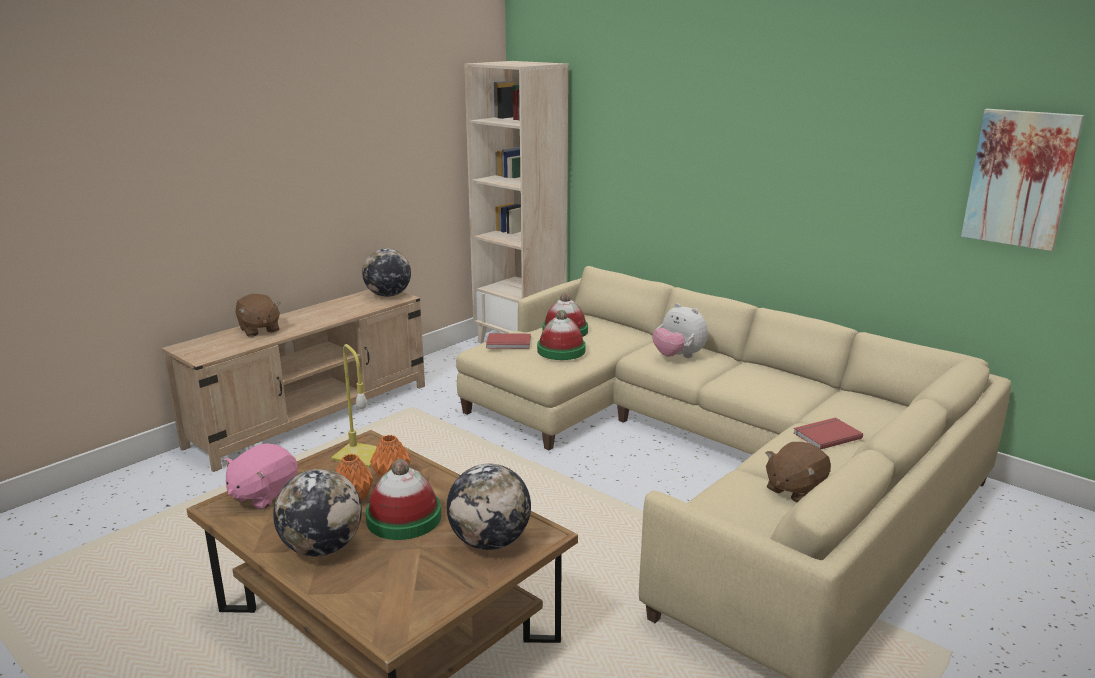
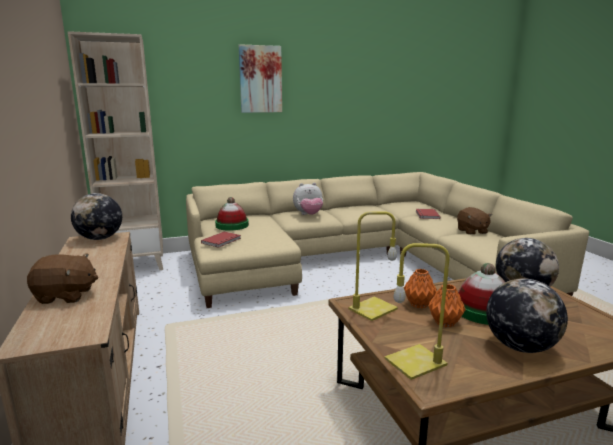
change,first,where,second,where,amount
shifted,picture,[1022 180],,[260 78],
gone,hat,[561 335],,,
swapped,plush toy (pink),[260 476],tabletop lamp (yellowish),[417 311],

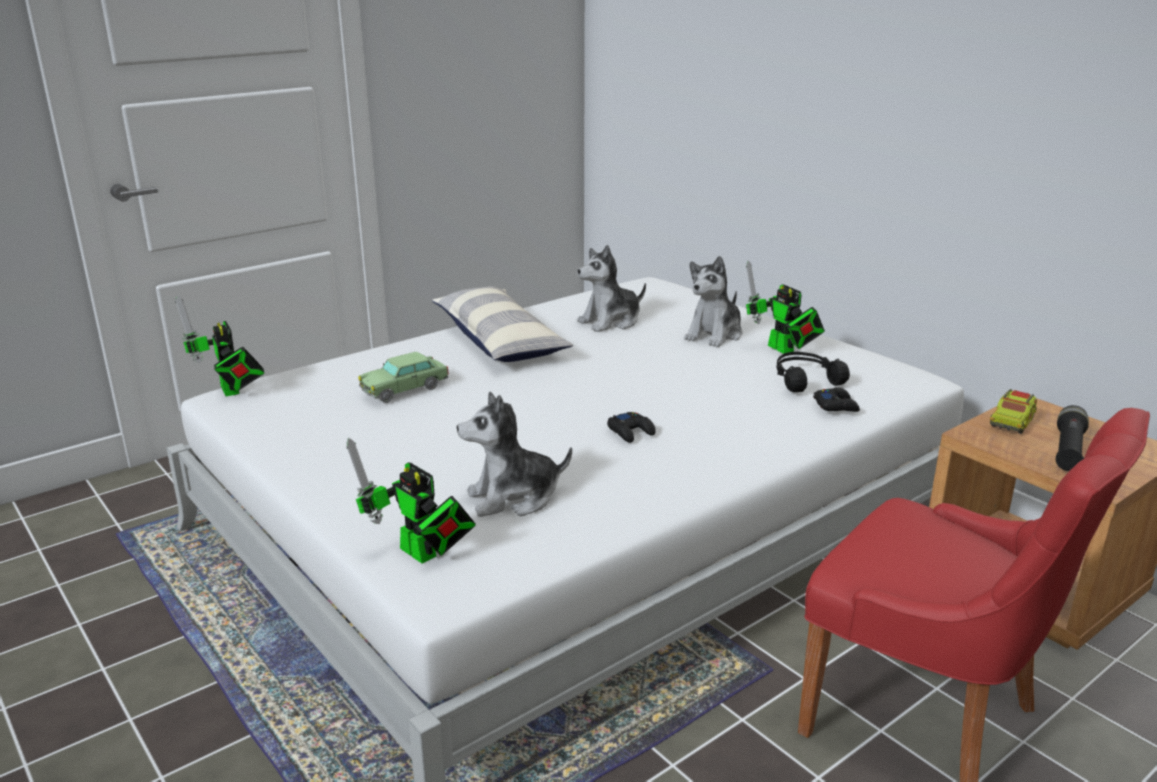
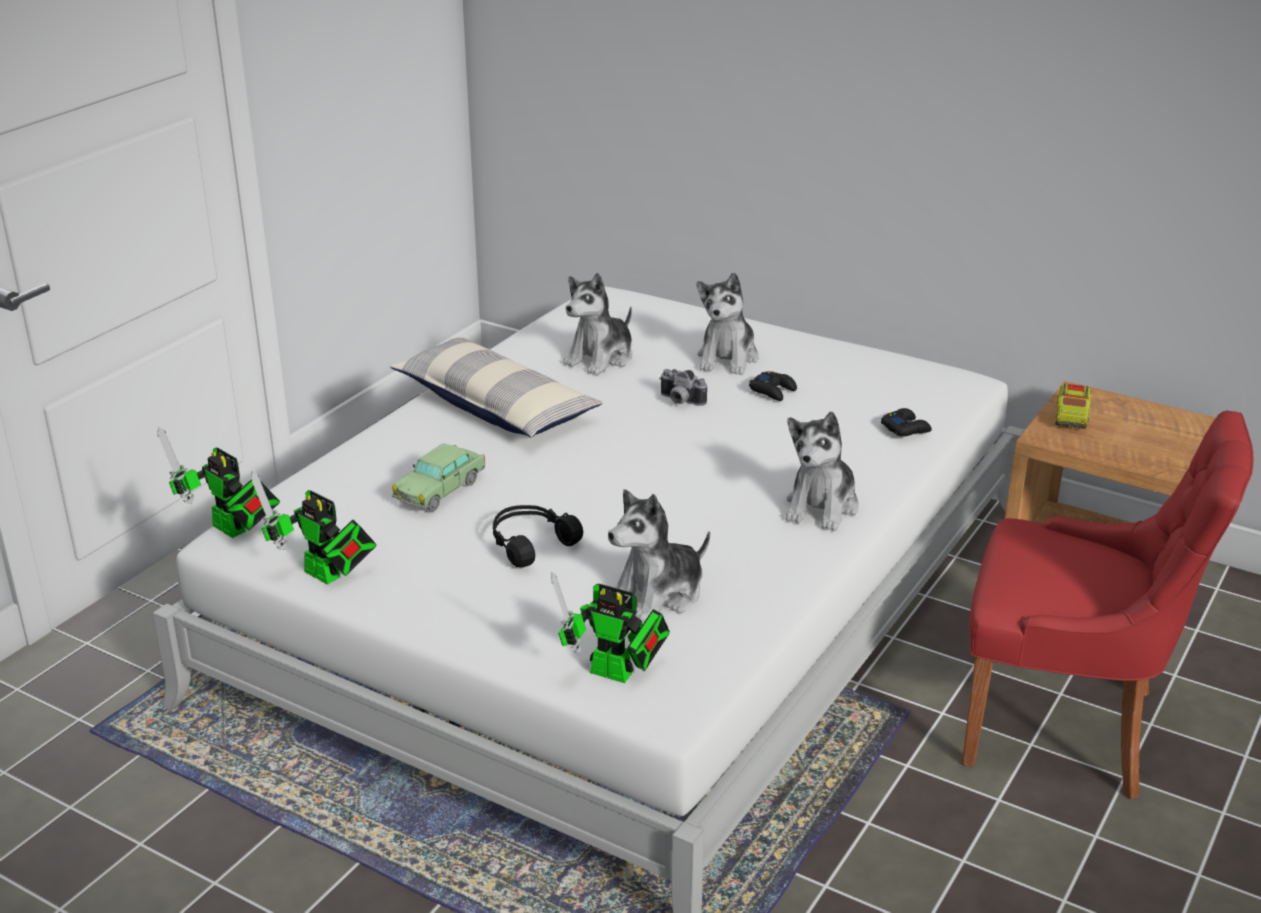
change,first,where,second,where,amount
shifted,robot figure,[785 307],,[314 528],
shifted,headset (black),[813 372],,[538 536],
gone,flashlight (black),[1072 438],,,
shifted,gamepad (black),[631 427],,[773 386],
new,,,still camera,[683 387],
new,,,plush toy,[822 471],

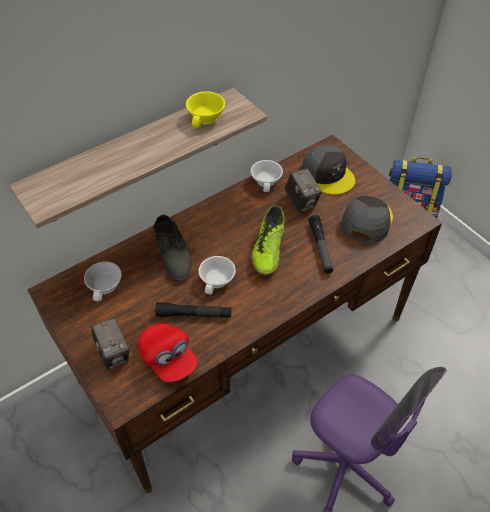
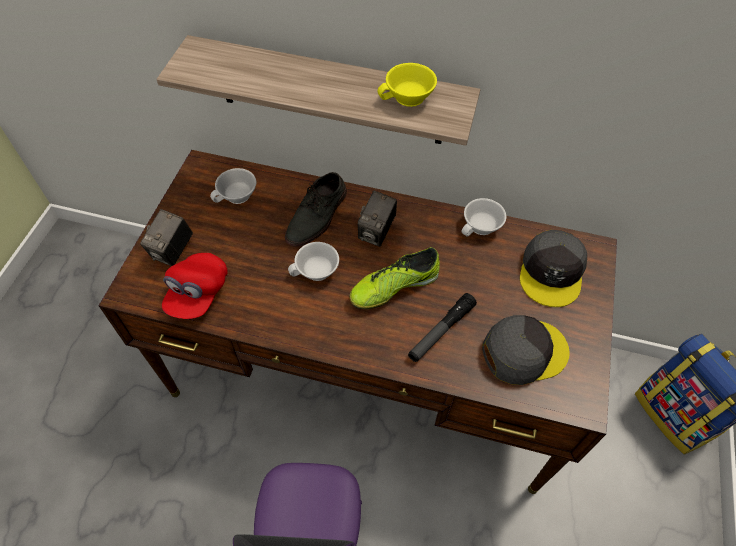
change,first,where,second,where,amount
shifted,still camera,[303 190],,[377 219],
gone,flashlight (black),[193 310],,,

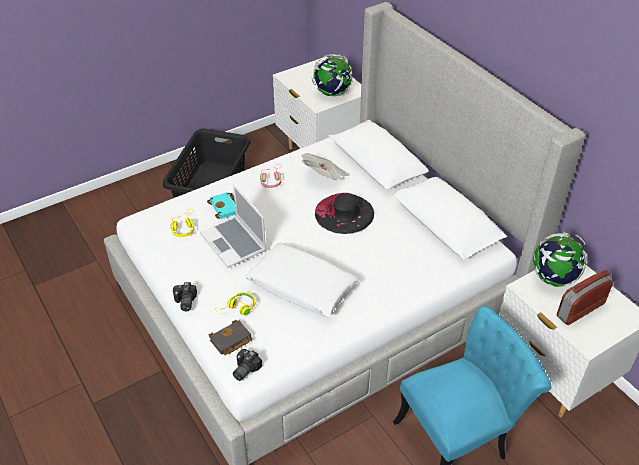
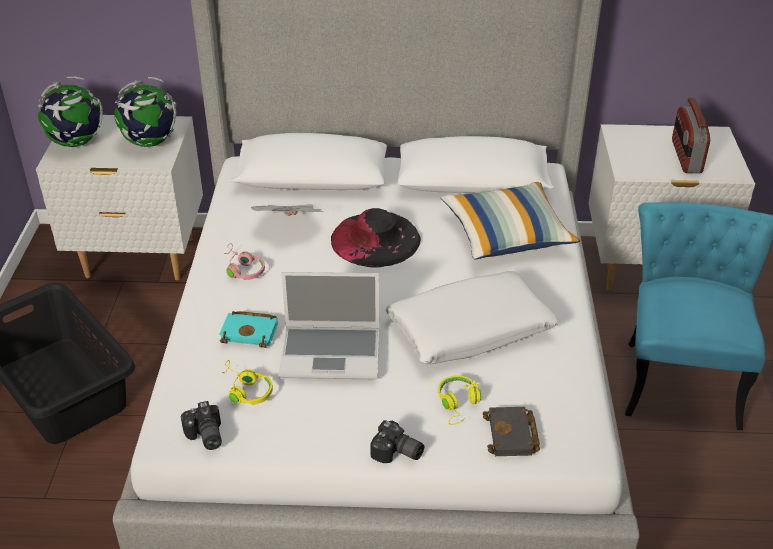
change,first,where,second,where,amount
shifted,desk globe,[560 259],,[70 112],
shifted,still camera,[247 365],,[201 425],
new,,,throw pillow,[510 221],

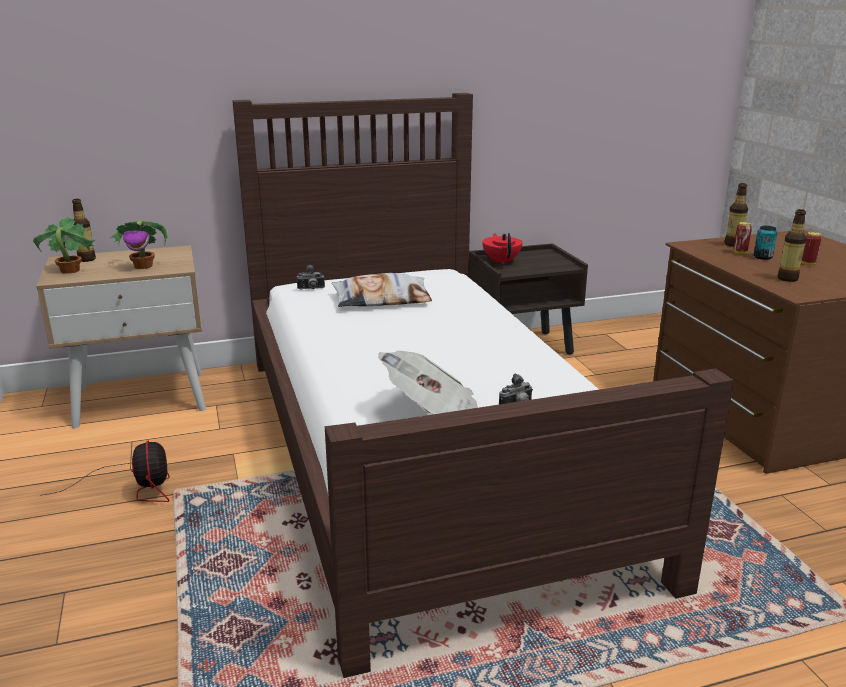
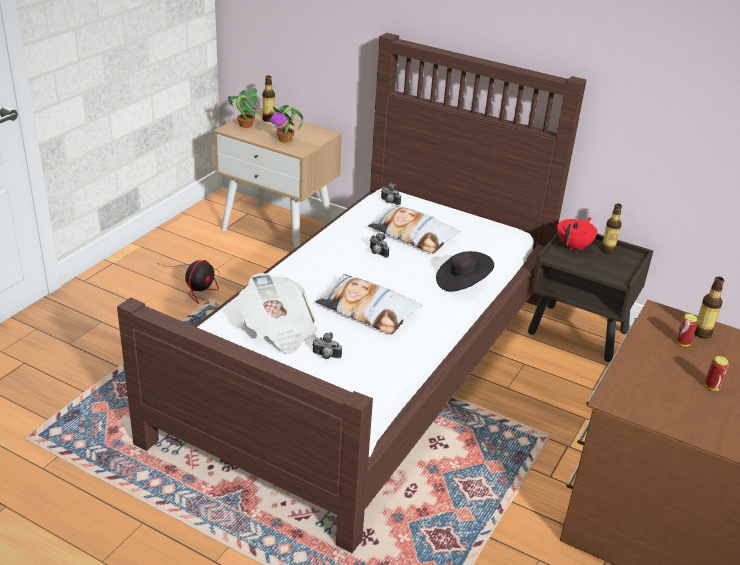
change,first,where,second,where,amount
shifted,drink bottle,[792 245],,[611 228],
gone,sealed can,[765 243],,,
new,,,still camera,[379 245],
new,,,hat (black),[465 271],
new,,,throw pillow,[369 304],

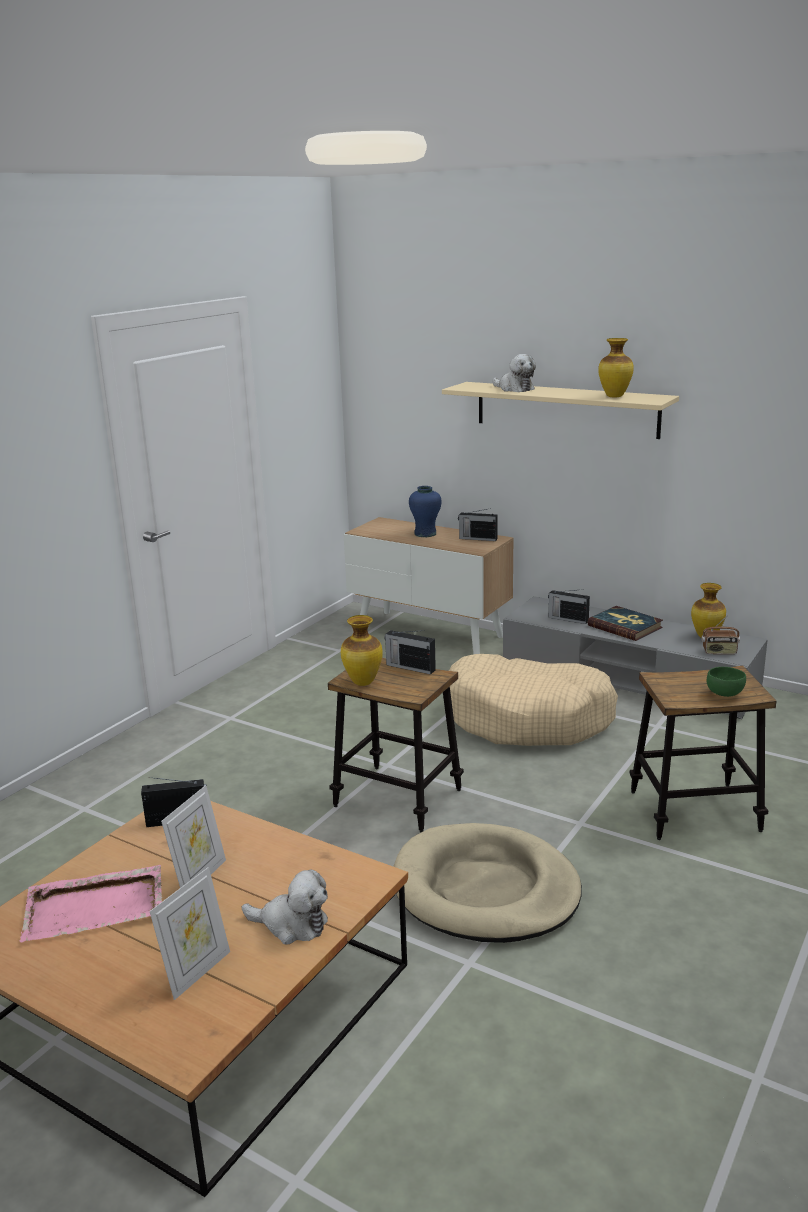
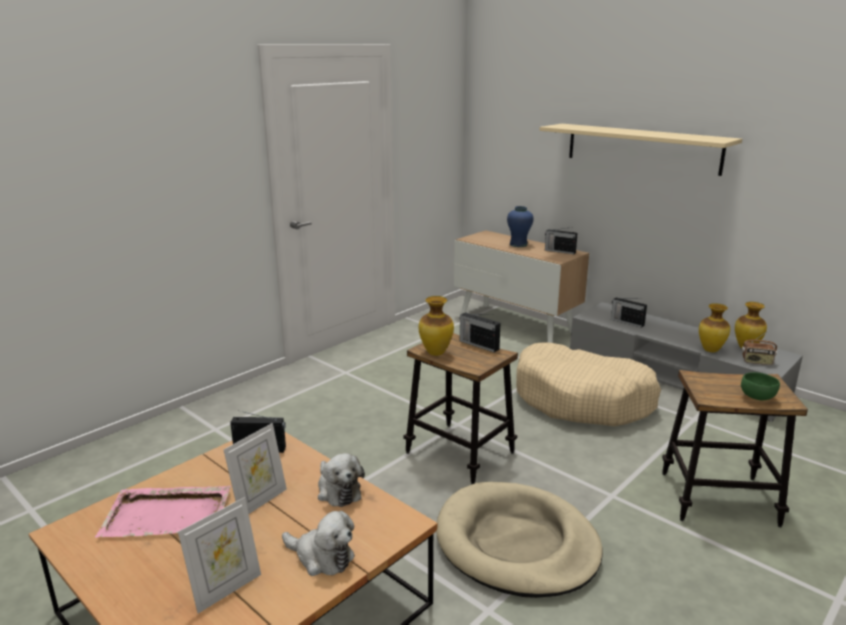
change,first,where,second,where,amount
shifted,vase,[616 368],,[714 327],
shifted,plush toy,[514 373],,[341 480],
gone,bound book,[625 623],,,

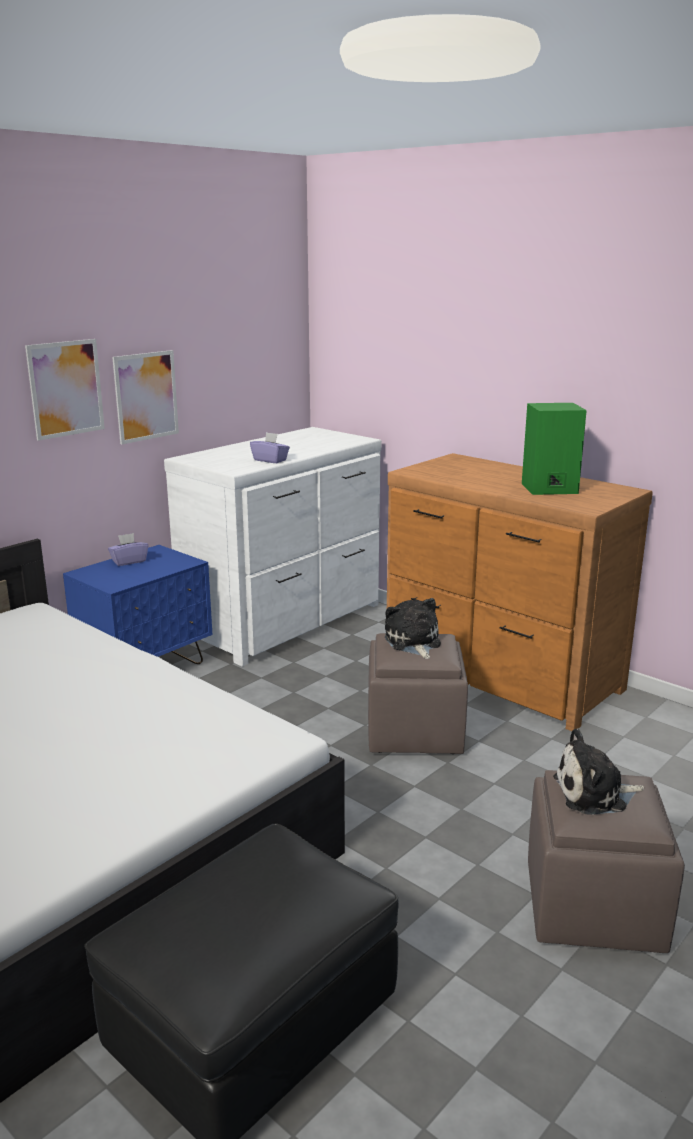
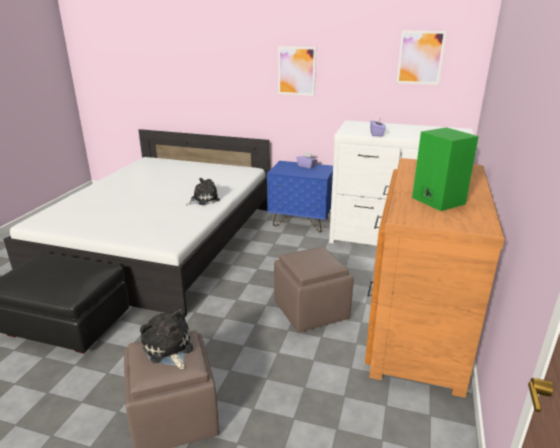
change,first,where,second,where,amount
shifted,picture,[145 397],,[421 57],
shifted,plush toy,[413 628],,[203 192],

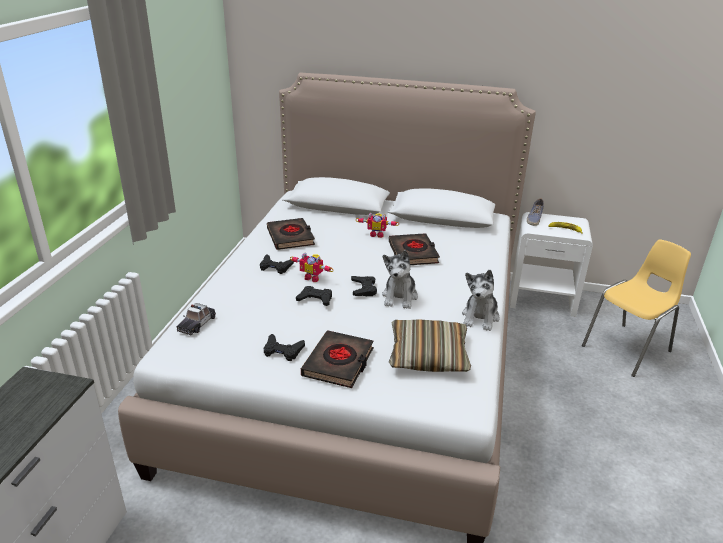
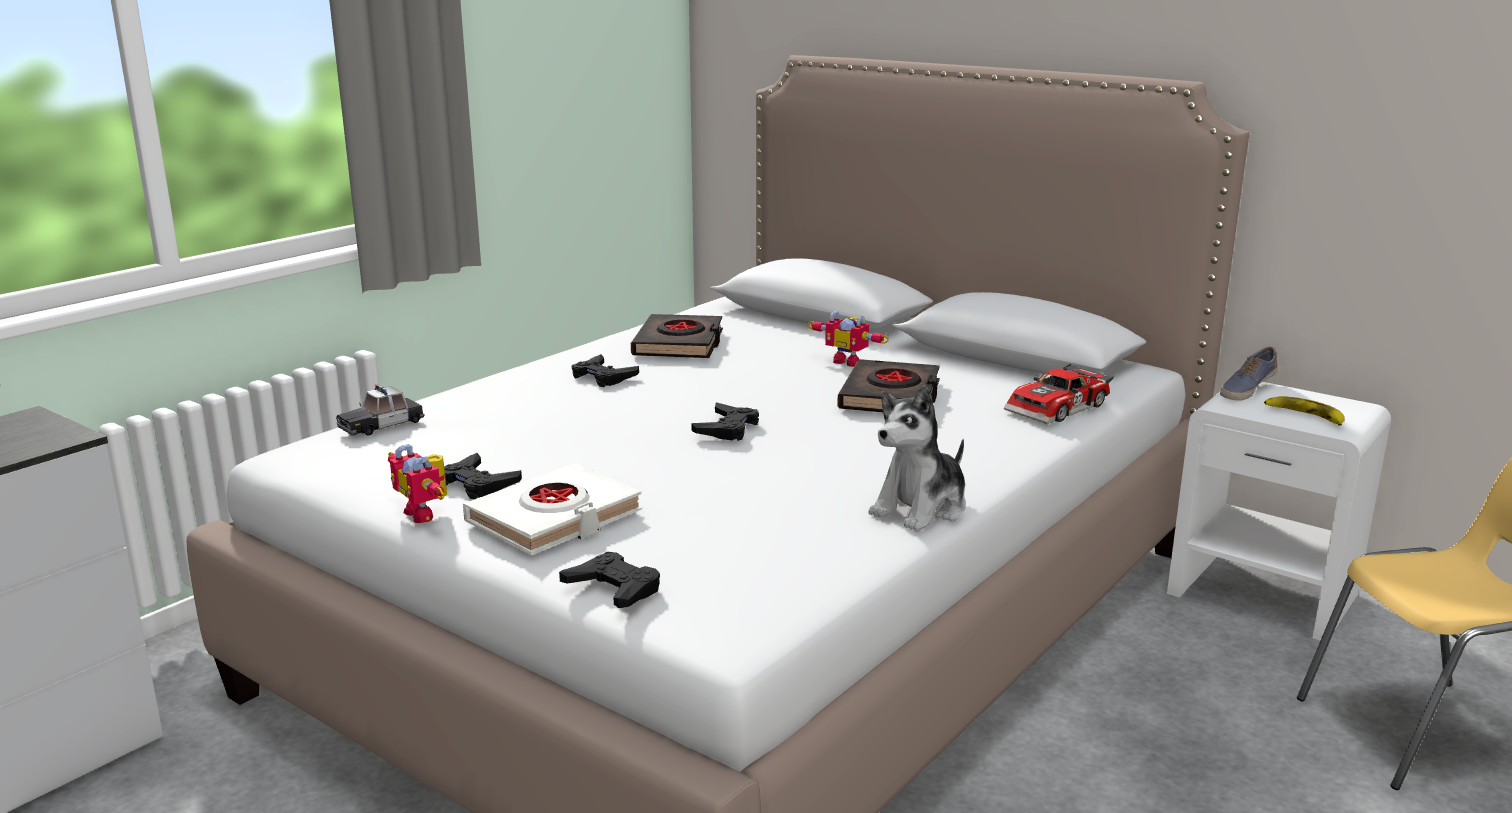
change,first,where,second,where,amount
gone,plush toy,[400 279],,,
shifted,robot figure,[312 267],,[417 483],
shifted,gamepad (black),[314 296],,[609 580],
gone,throw pillow,[430 345],,,
repainted,bound book (black),[337 359],bound book (white-coloured),[552 509],
new,,,toy car,[1059 394],

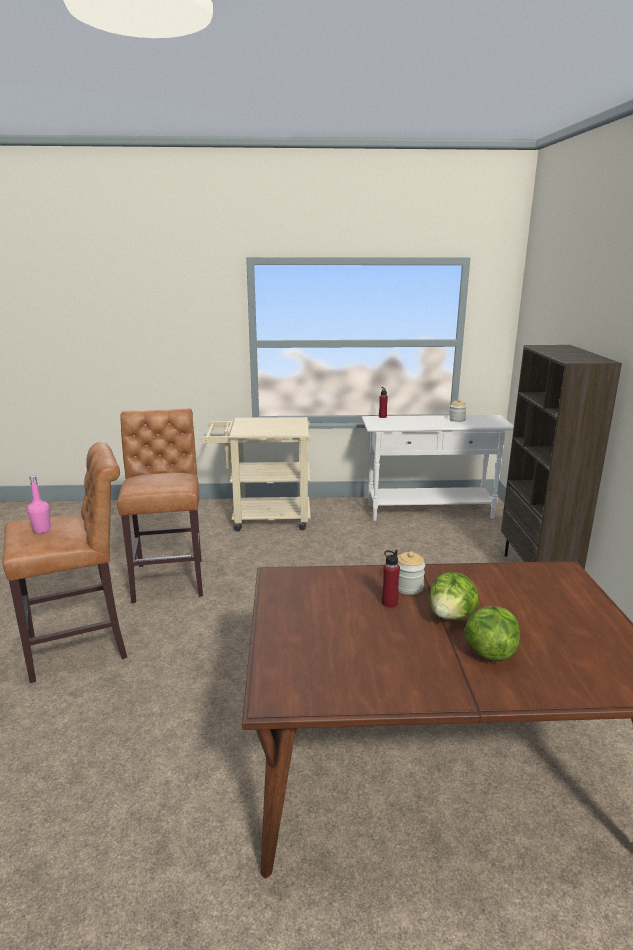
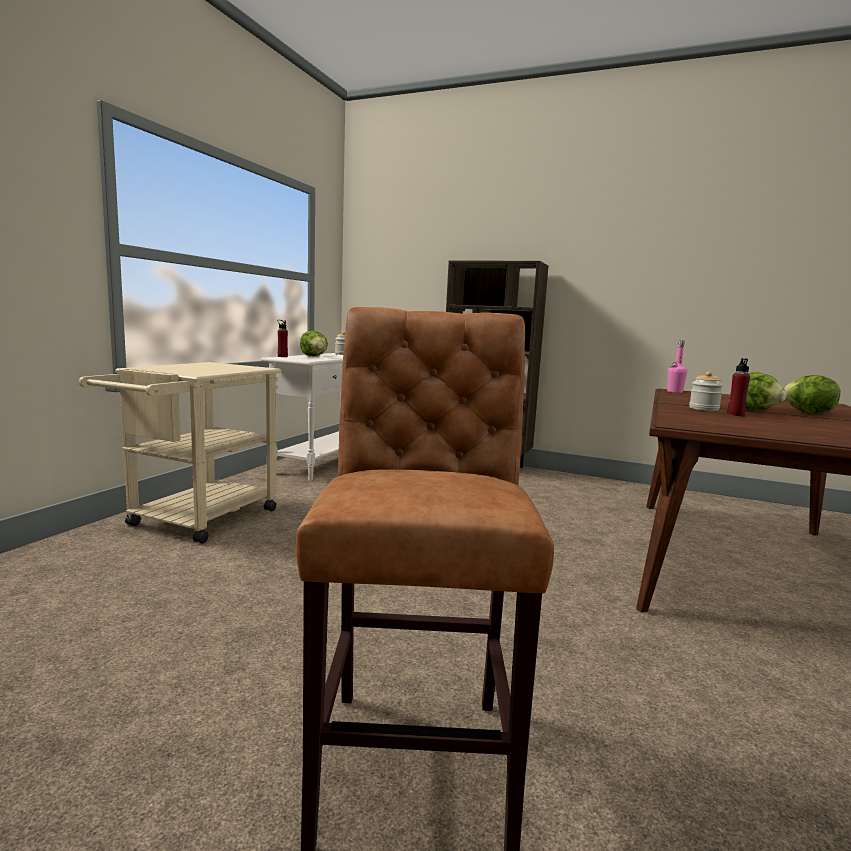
change,first,where,second,where,amount
gone,sitting stool (brown-coloured),[160 505],,,
shifted,drink bottle (pink),[39 504],,[677 366],
new,,,head of lettuce,[314 343],

